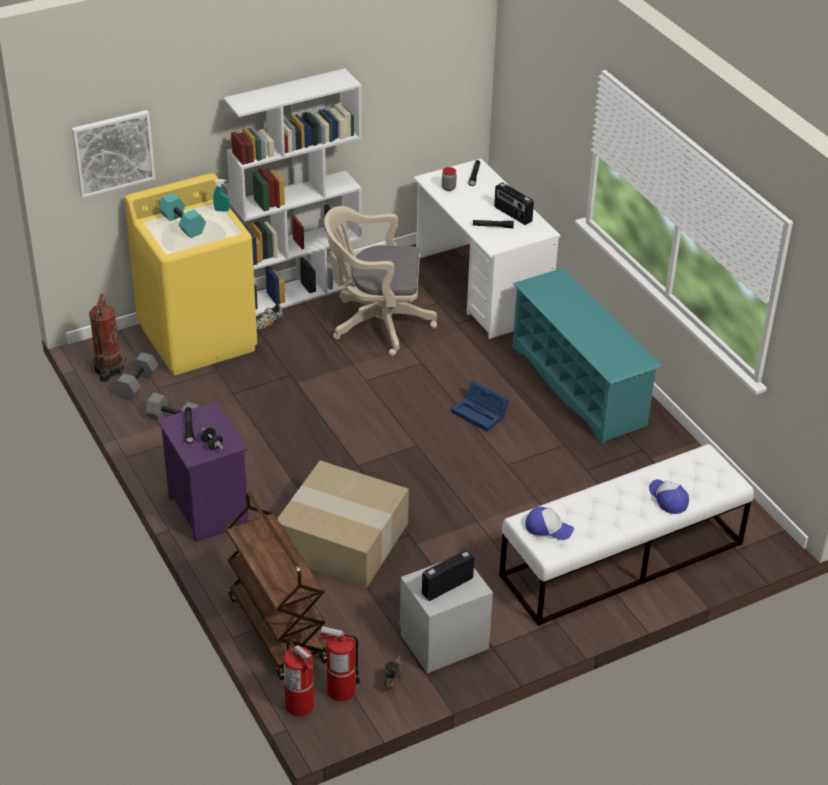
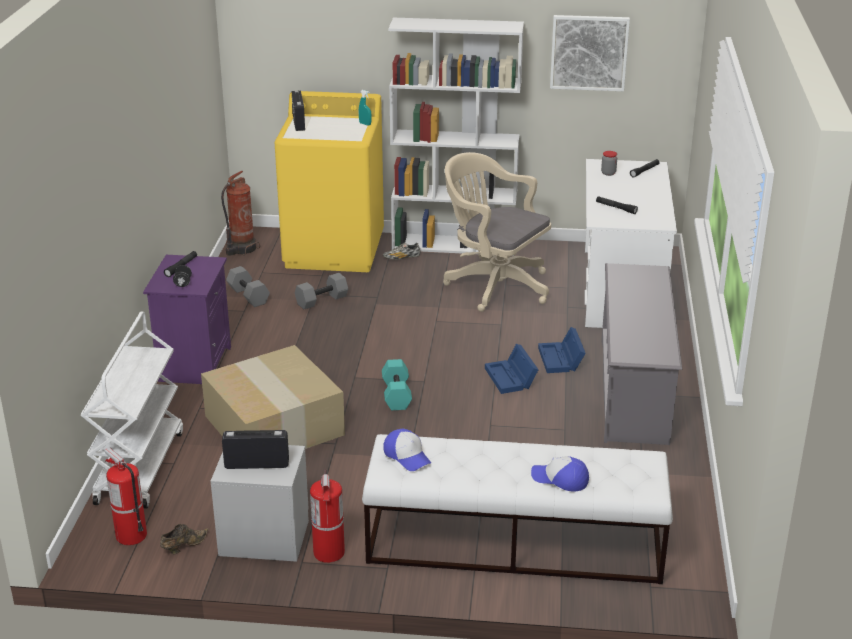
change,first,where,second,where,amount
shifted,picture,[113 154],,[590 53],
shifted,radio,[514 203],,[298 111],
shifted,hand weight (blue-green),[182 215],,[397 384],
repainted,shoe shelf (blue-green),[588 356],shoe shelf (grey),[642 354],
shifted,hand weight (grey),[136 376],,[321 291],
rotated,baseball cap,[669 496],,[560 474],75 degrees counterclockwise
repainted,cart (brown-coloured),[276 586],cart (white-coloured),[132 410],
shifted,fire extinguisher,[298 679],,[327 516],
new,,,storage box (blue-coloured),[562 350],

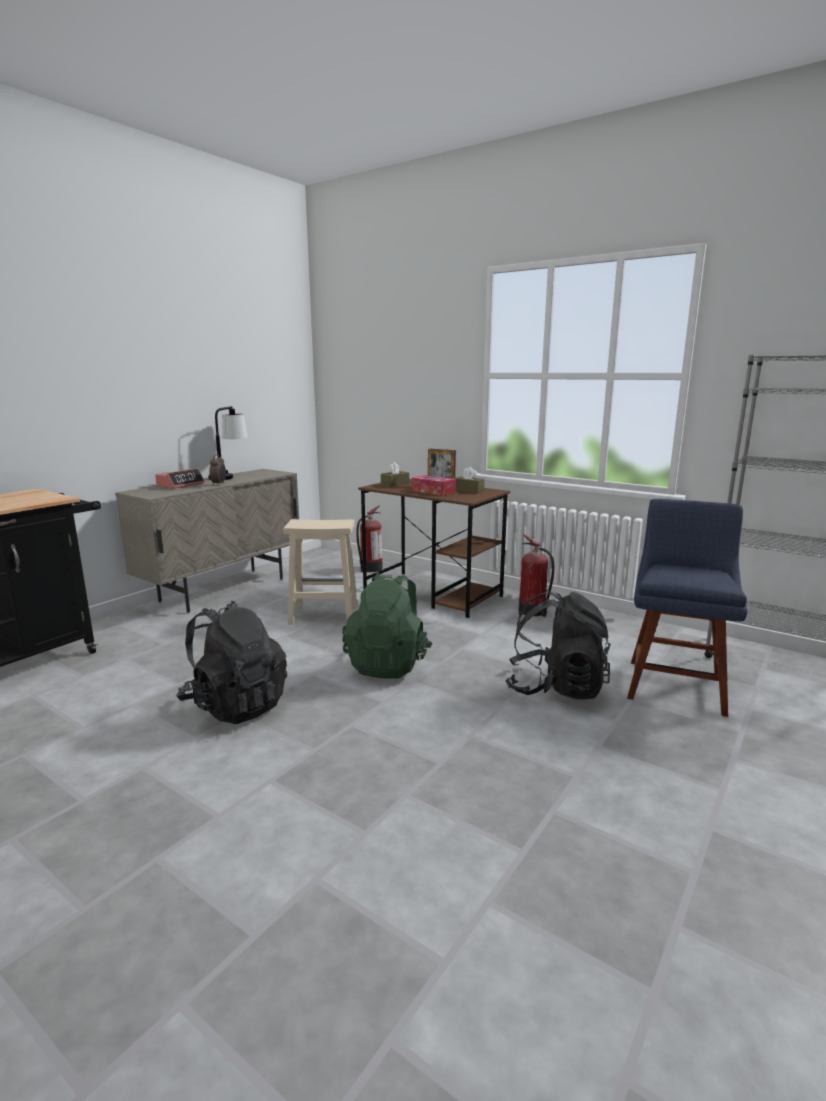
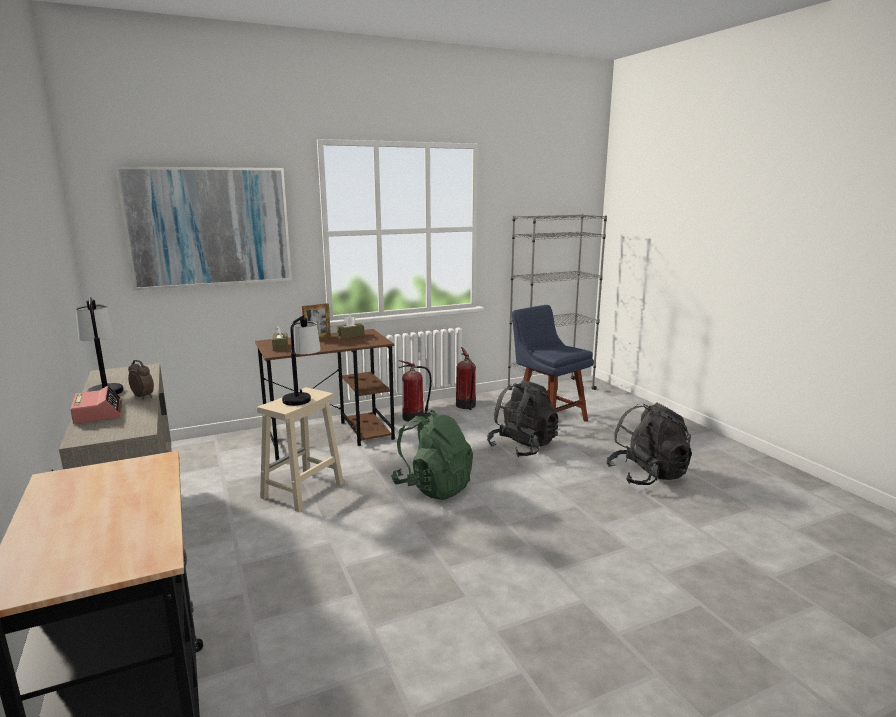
change,first,where,second,where,amount
gone,tissue holder,[434 485],,,
shifted,fire extinguisher,[369 538],,[466 378],
shifted,rucksack (black),[231 662],,[649 443],
new,,,picture,[203 228],
new,,,tabletop lamp,[301 360],

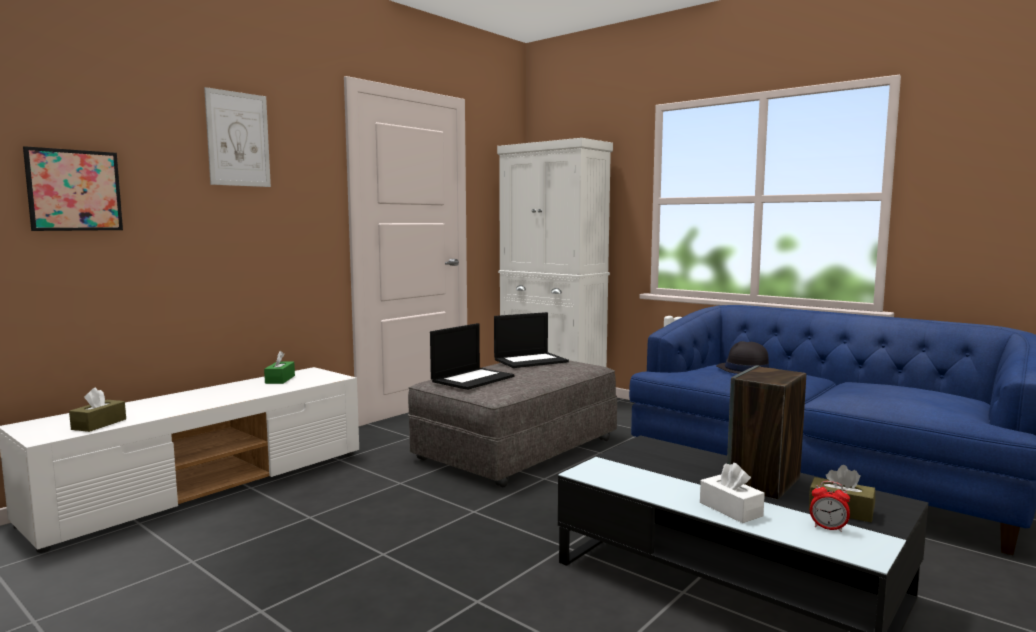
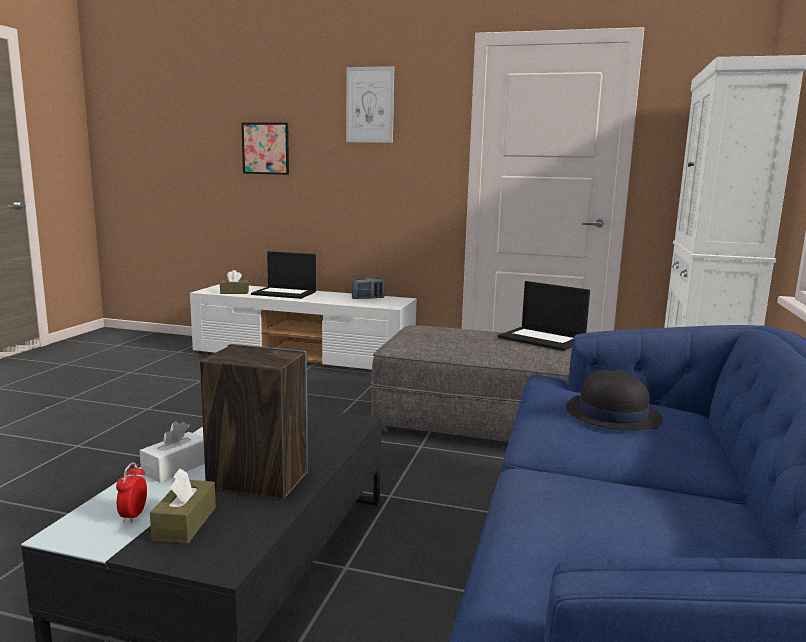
change,first,where,second,where,amount
shifted,portable computer,[472 356],,[283 275],
swapped,tissue holder (greenish),[279 367],radio,[368 287],

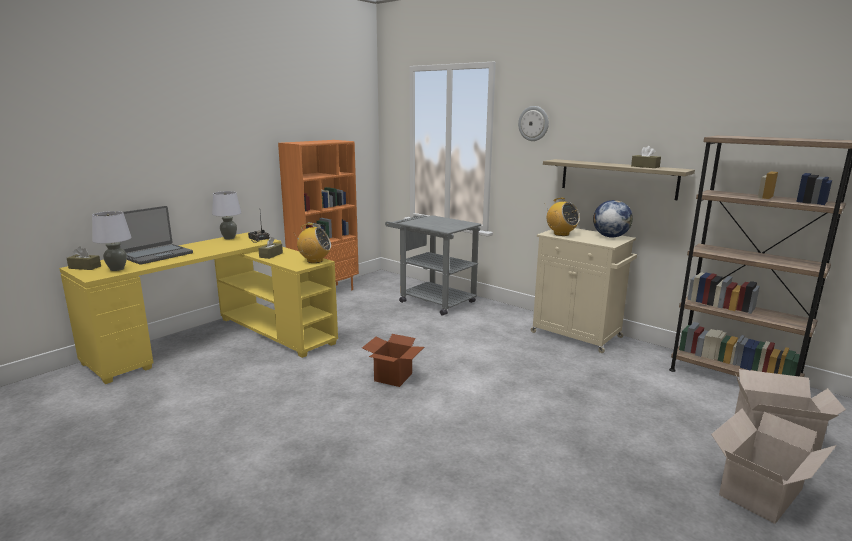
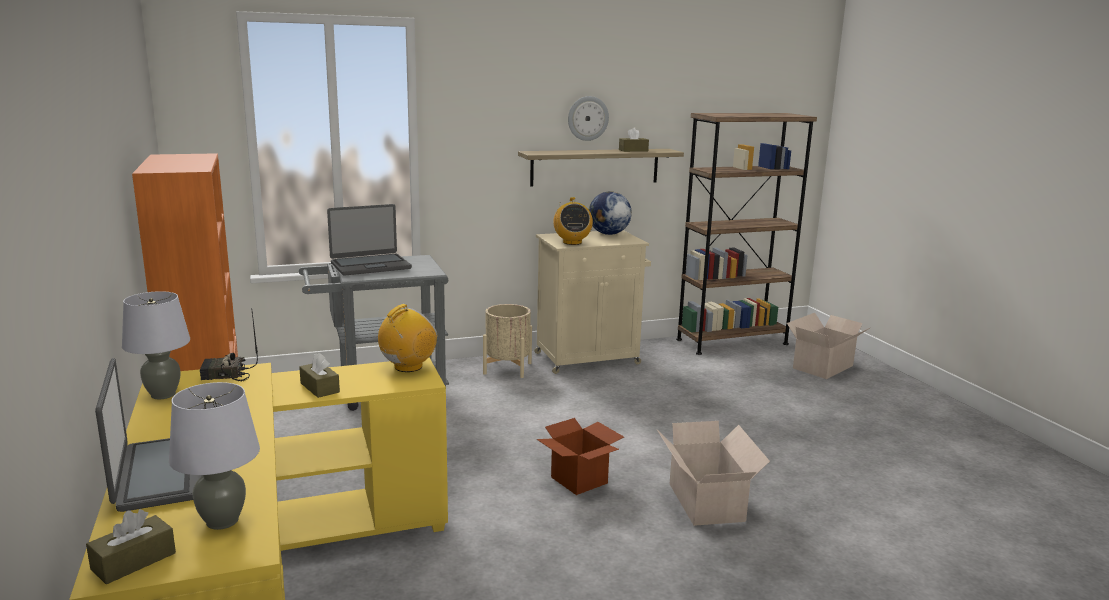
change,first,where,second,where,amount
shifted,clock on the wall,[533 123],,[588 118],
rotated,radio,[562 217],,[573 221],90 degrees clockwise
shifted,carton,[774 466],,[713 473],
new,,,portable computer,[369 240],
new,,,plant pot (beige-coloured),[507 341],

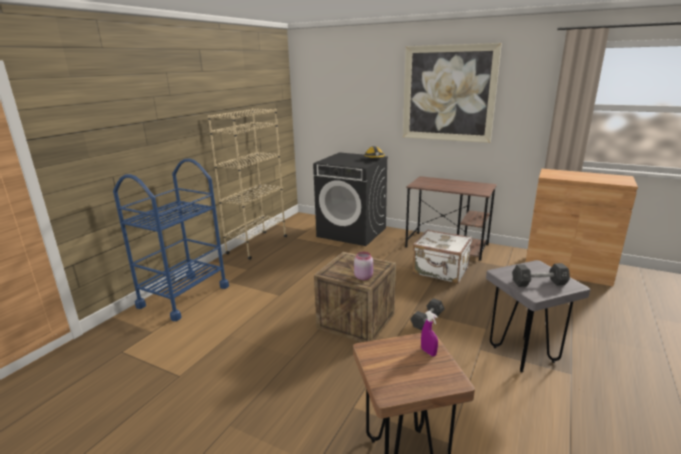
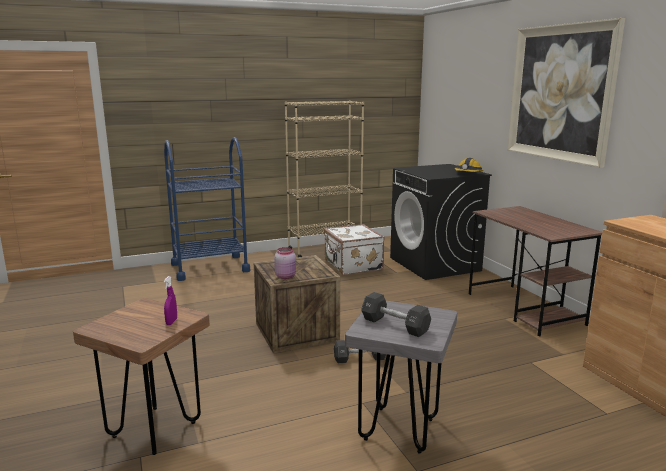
change,first,where,second,where,amount
shifted,suitcase (white-coloured),[442 256],,[354 249],

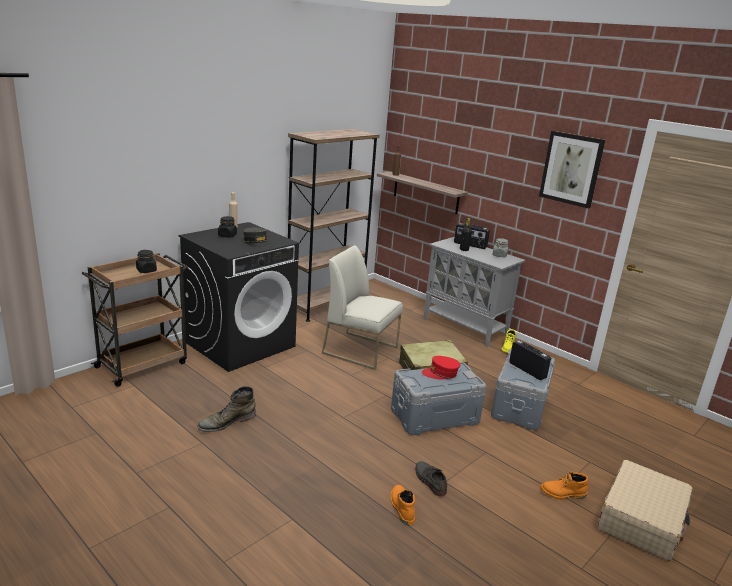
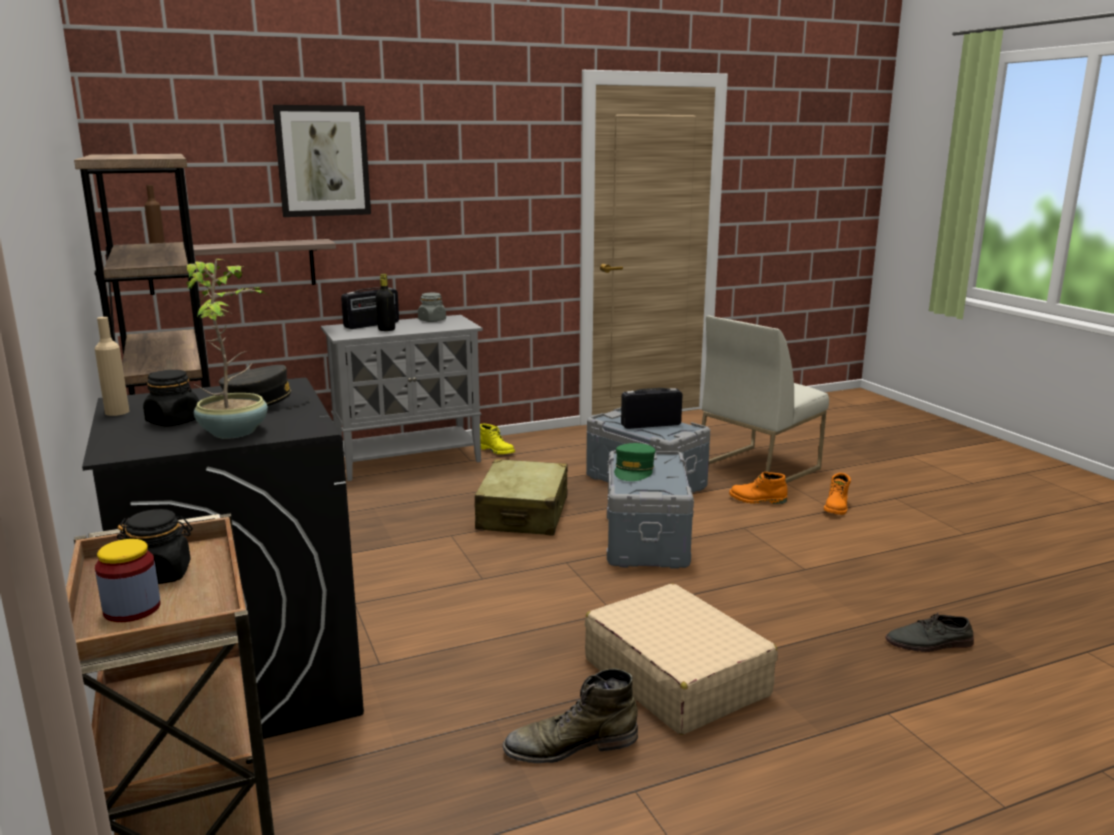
change,first,where,second,where,amount
shifted,picture,[572 170],,[322 161],
shifted,plain chair (white-coloured),[362 307],,[765 399],
repainted,baseball cap (red),[441 368],baseball cap (greenish),[634 462],
rotated,tall boot (greenish),[226 409],,[570 715],90 degrees clockwise
shifted,suitcase (beige-coloured),[645 510],,[681 659],
shifted,item of footwear (grey),[431 478],,[929 632],
shifted,tall boot (orangey),[403 505],,[758 488],
new,,,potted plant,[227 349],
new,,,preserve jar,[128 580],

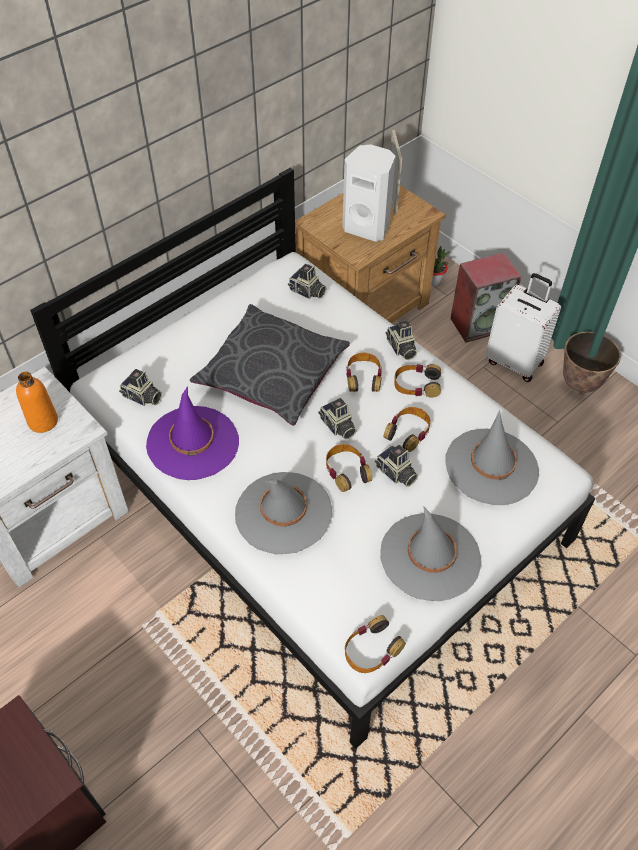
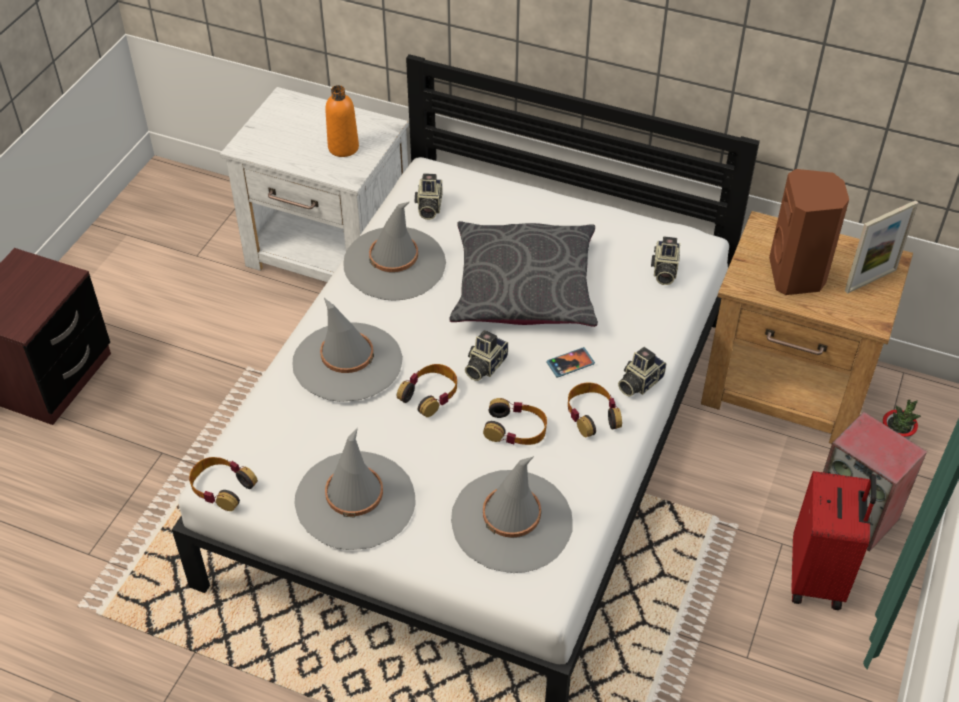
change,first,where,second,where,amount
repainted,loudspeaker (white-coloured),[369 193],loudspeaker (brown-coloured),[809 232],
repainted,suitcase (white-coloured),[523 327],suitcase (red),[834 540],
gone,plant pot,[592 363],,,
swapped,headset,[364 372],telephone,[570 362],
repainted,hat (purple-coloured),[192 433],hat (grey),[395 251],
gone,still camera,[396 466],,,

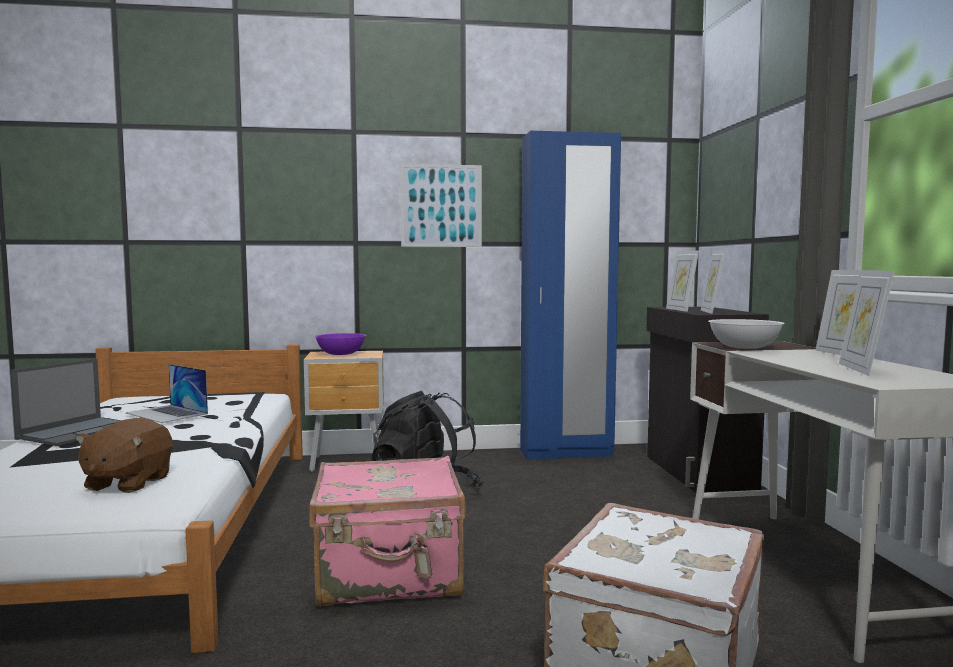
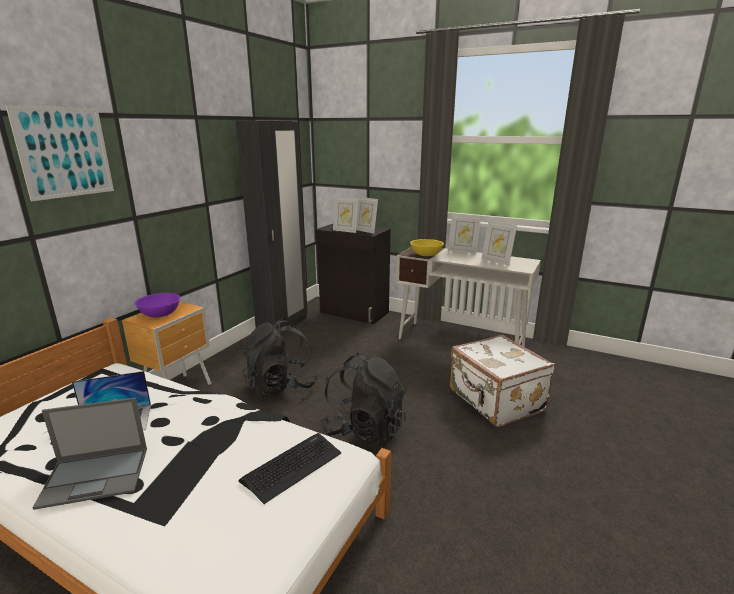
change,first,where,second,where,amount
repainted,armoire (blue-coloured),[570 295],armoire (black),[271 227],
shifted,picture,[441 205],,[59 153],
repainted,deep dish (white-coloured),[746 334],deep dish (yellowish),[427 247],
rotated,portable computer,[66 402],,[89 454],105 degrees clockwise
swapped,plush toy (brown-coloured),[124 455],computer keyboard,[290 468],
swapped,suitcase (pink),[387 531],rucksack (black),[363 399],

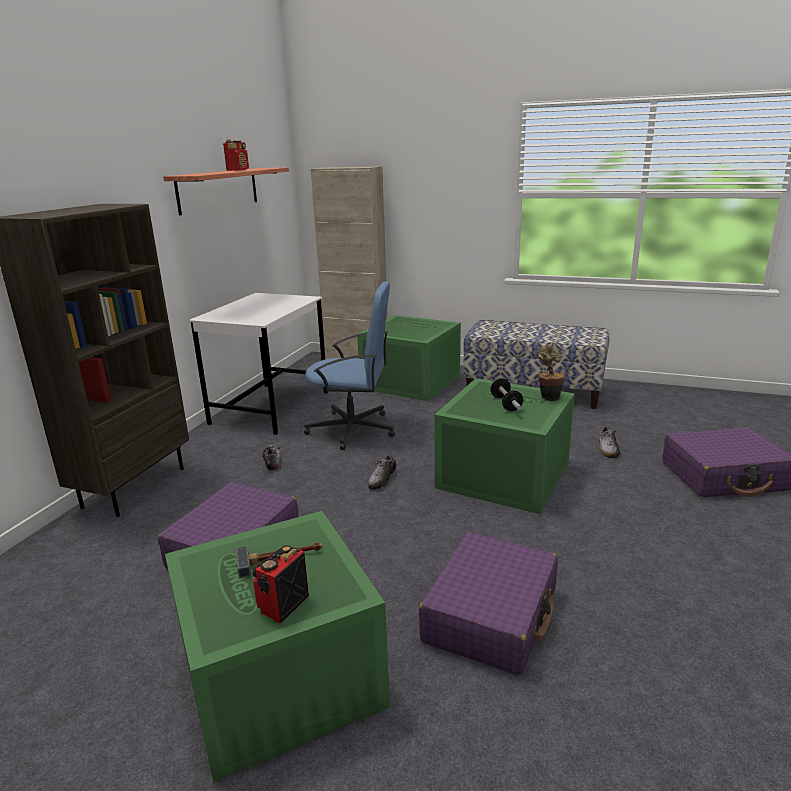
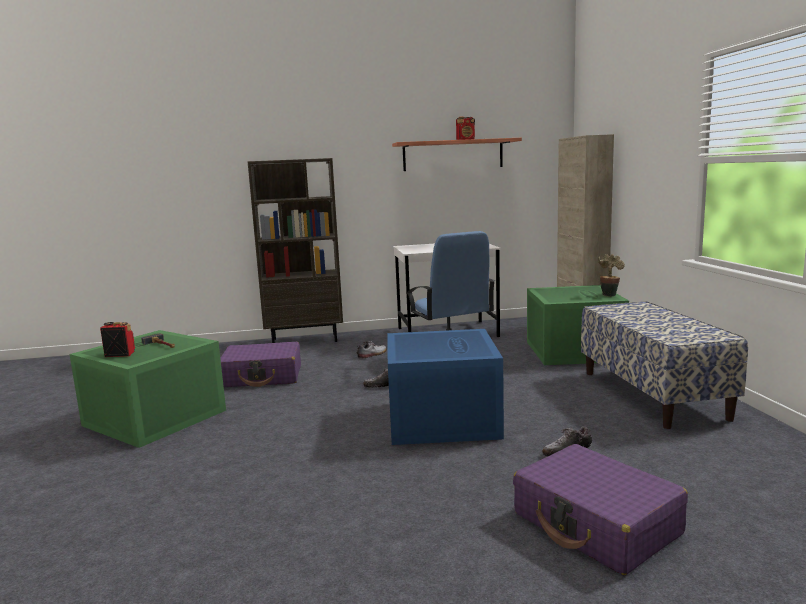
change,first,where,second,where,amount
shifted,potted plant,[551 373],,[611 275],
repainted,storage box (greenish),[504 446],storage box (blue-coloured),[445 387],
gone,hand weight,[506 394],,,
gone,suitcase (purple-coloured),[488 604],,,

